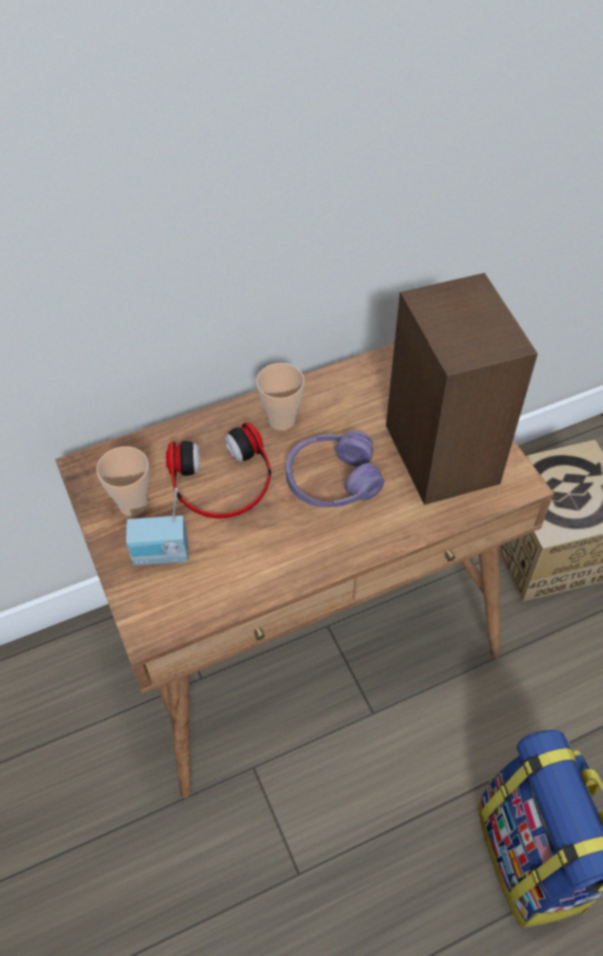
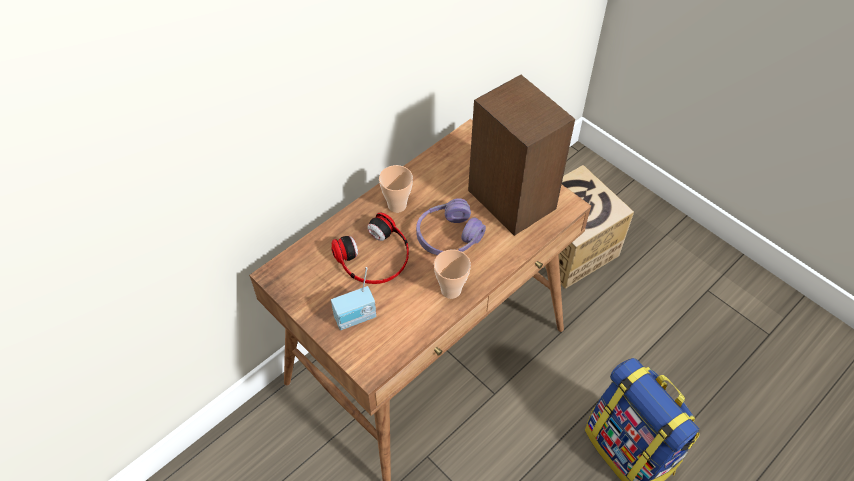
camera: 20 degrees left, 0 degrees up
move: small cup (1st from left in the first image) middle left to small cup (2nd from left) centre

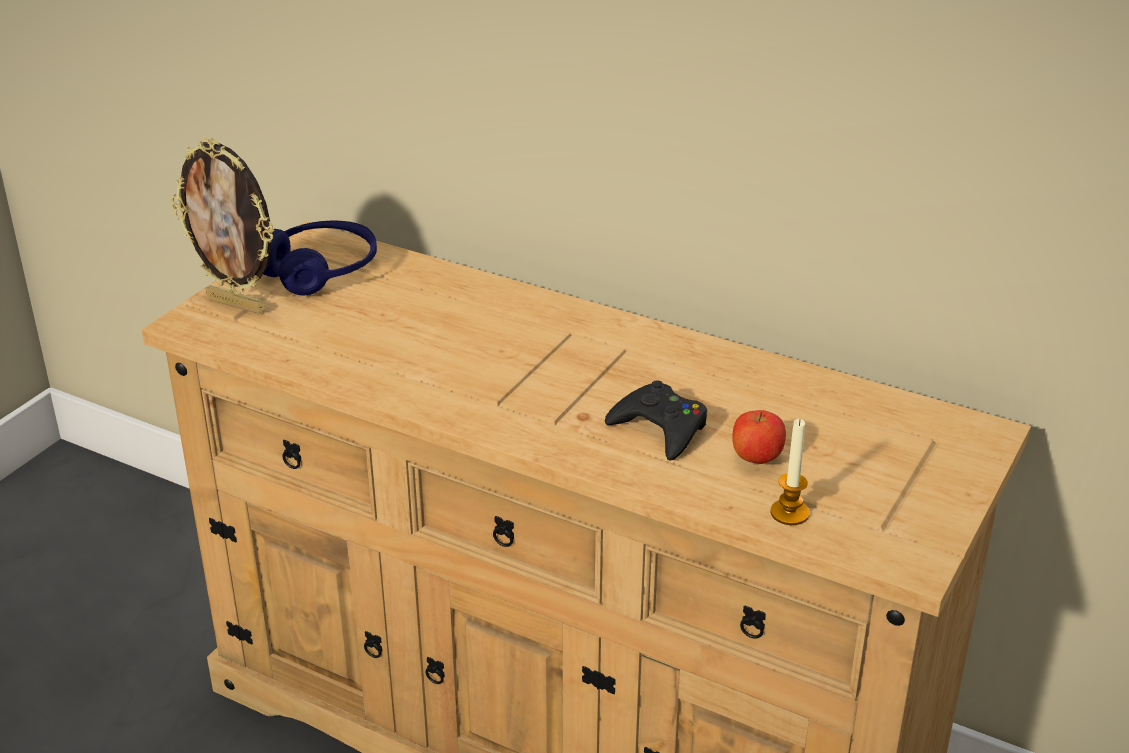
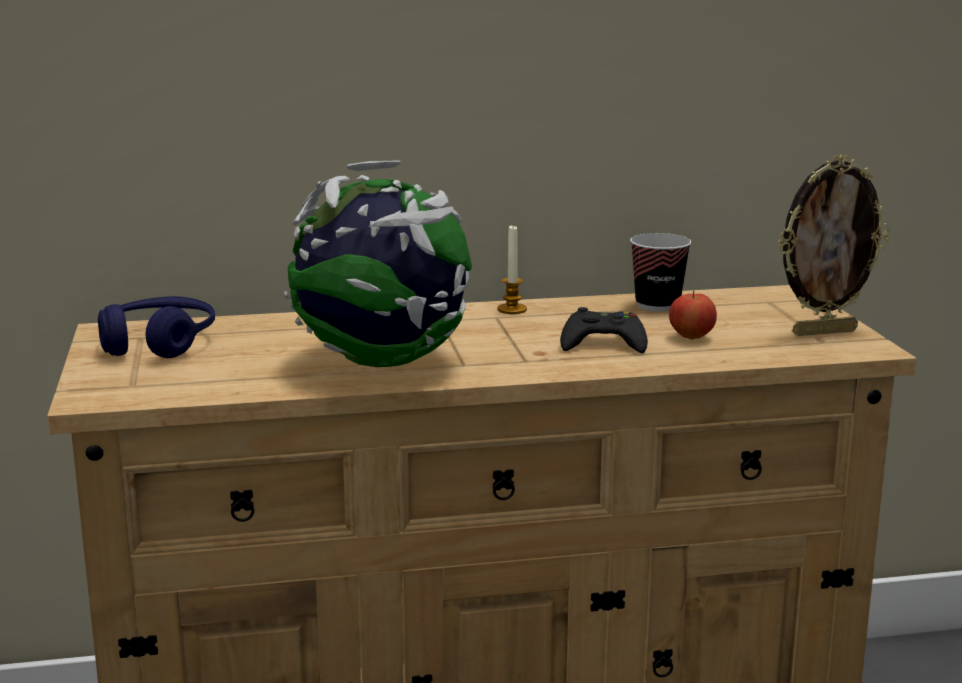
camera: 40 degrees left, 15 degrees down
insert: desk globe centre; small cup middle right
move: standing frame top left to middle right; wax light middle right to centre

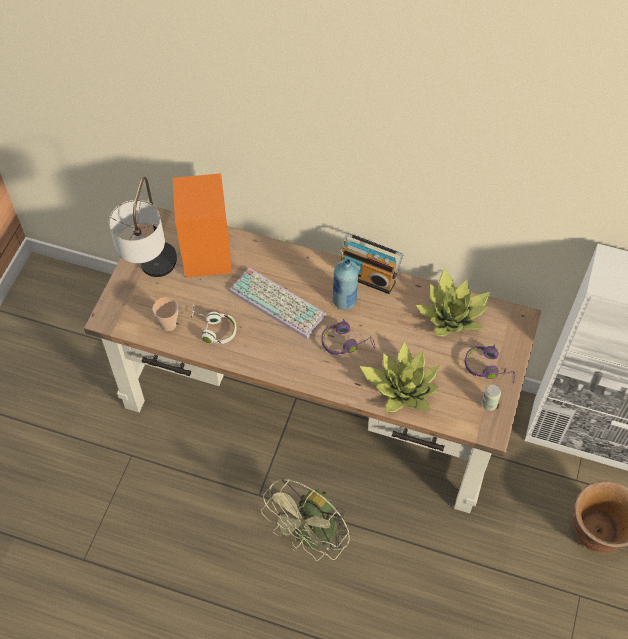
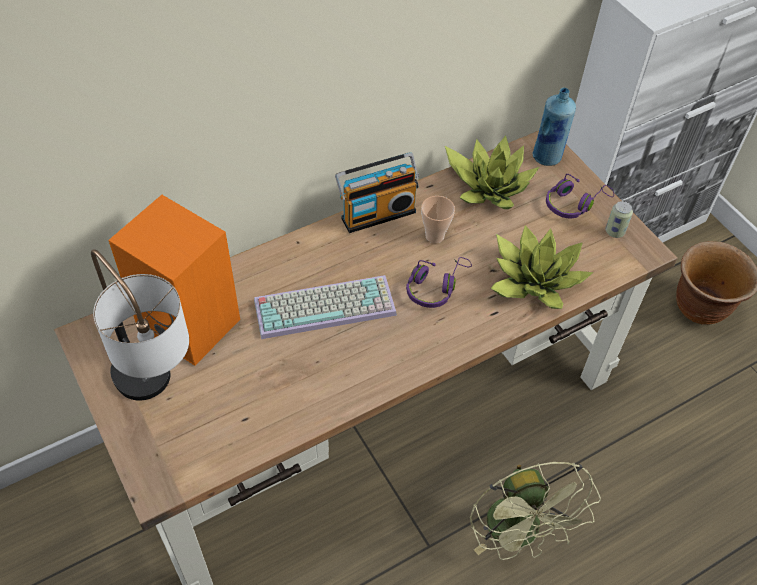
camera: 50 degrees left, 5 degrees down
delete: whitish headset centre
move: small cup middle left to centre; blue drink bottle centre to top right

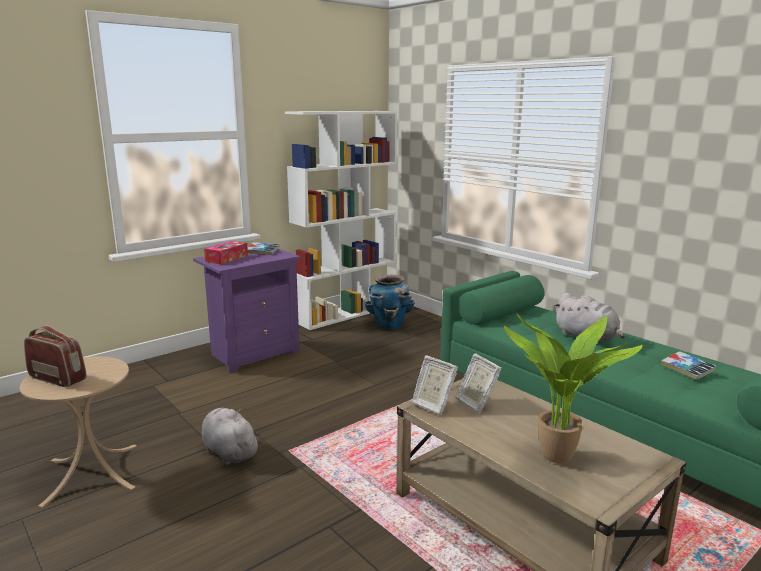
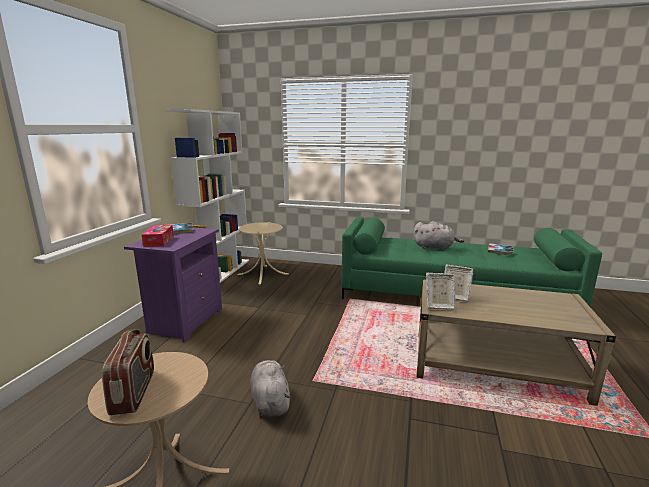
camera: 35 degrees left, 0 degrees up
delete: houseplant bottom right
replace: planter centre to beige-coloured end table (2nd from left) centre
rotate: radio receiver middle left = bottom left 90 degrees clockwise; greyish plush toy (1st from left) bottom left = bottom centre 60 degrees clockwise

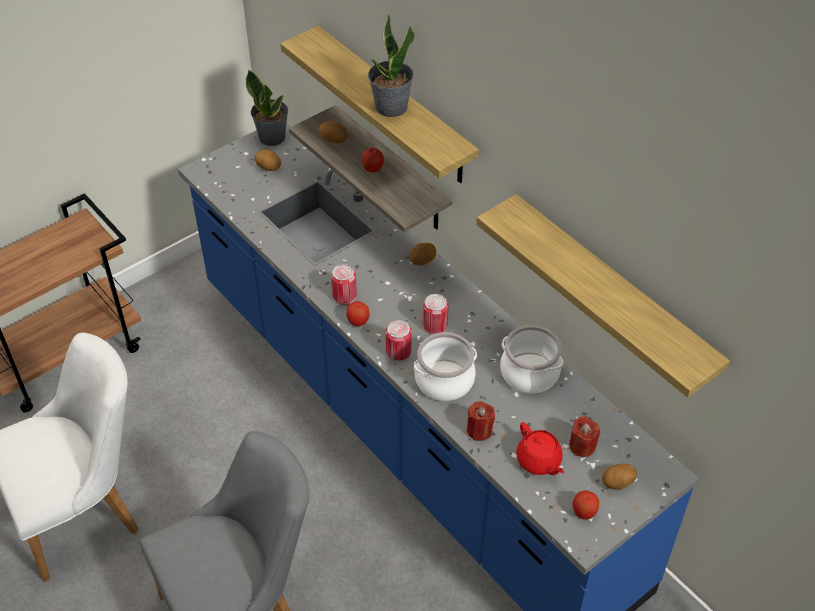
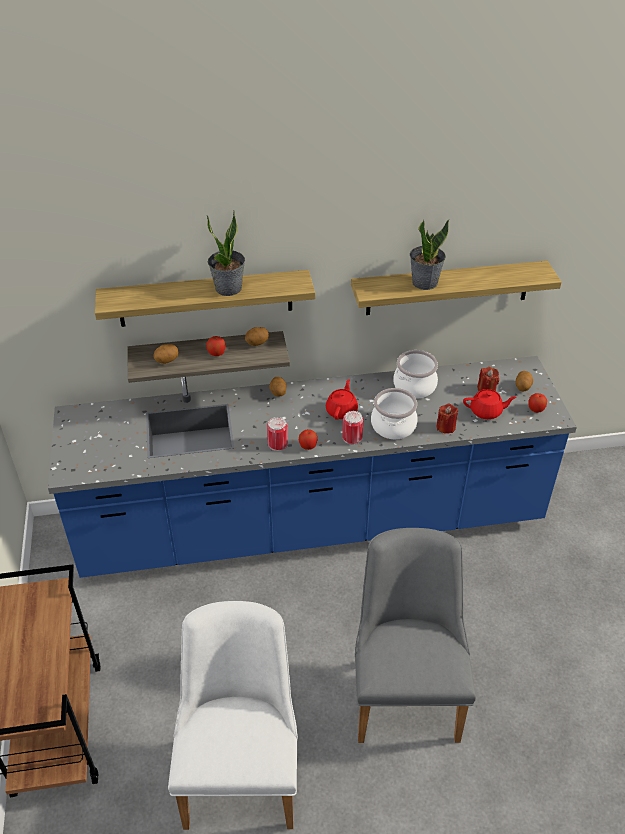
camera: 60 degrees left, 5 degrees down
move: houseplant (1st from left in the first image) top left to houseplant (2nd from left) top right; potato (1st from left in the first image) top left to potato (2nd from left) centre
replace: can (3rd from left) centre to reddish tea pot (1st from left) centre

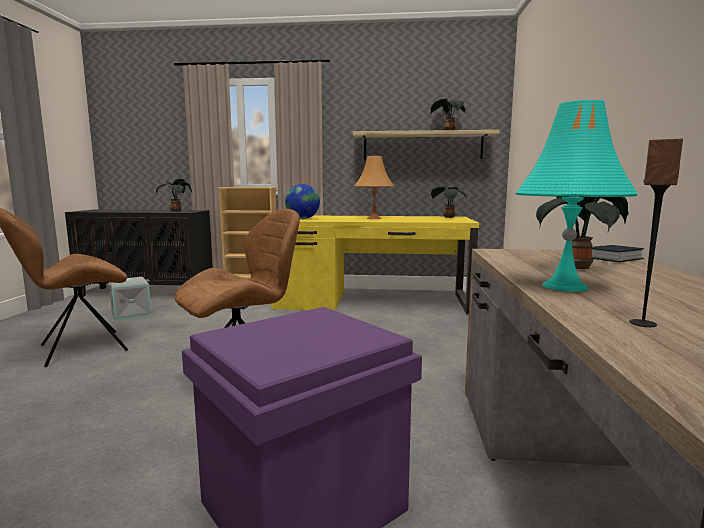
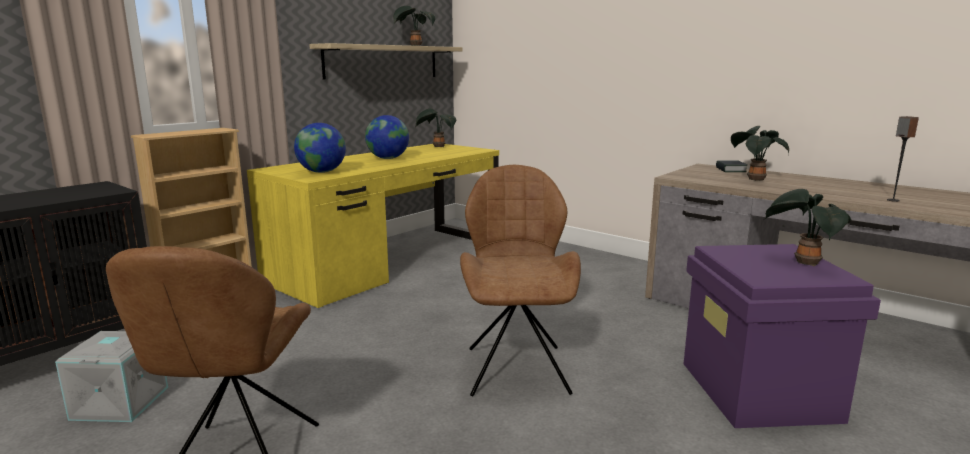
camera: 55 degrees left, 5 degrees up
delete: blue-green tabletop lamp middle right
move: houseplant (1st from left in the first image) middle left to houseplant (4th from left) middle right
replace: orange tabletop lamp centre to desk globe (2nd from left) top centre

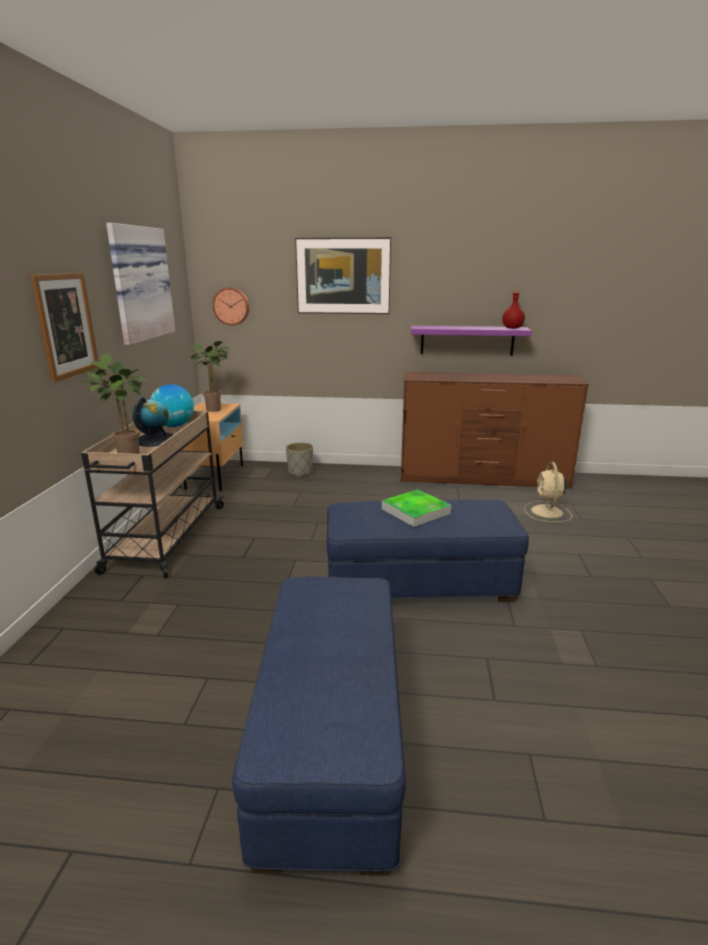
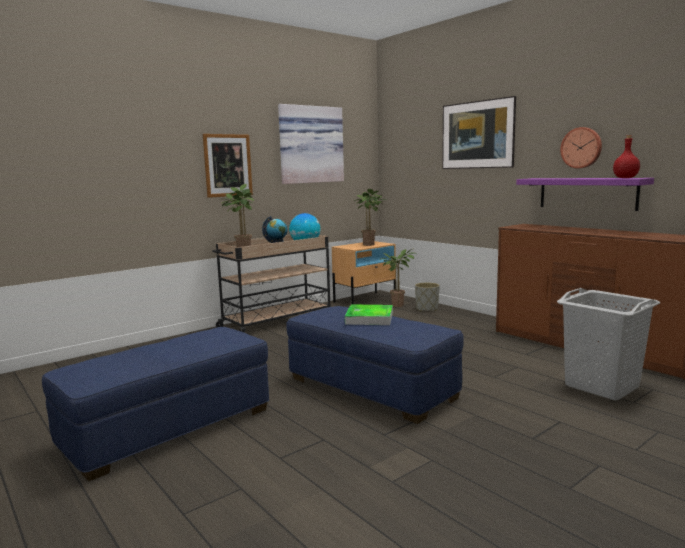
camera: 45 degrees right, 10 degrees down
insert: houseplant (3rd from left) centre
move: clock on the wall top left to top right
replace: beige-coloured electric fan middle right to greyish laundry basket middle right

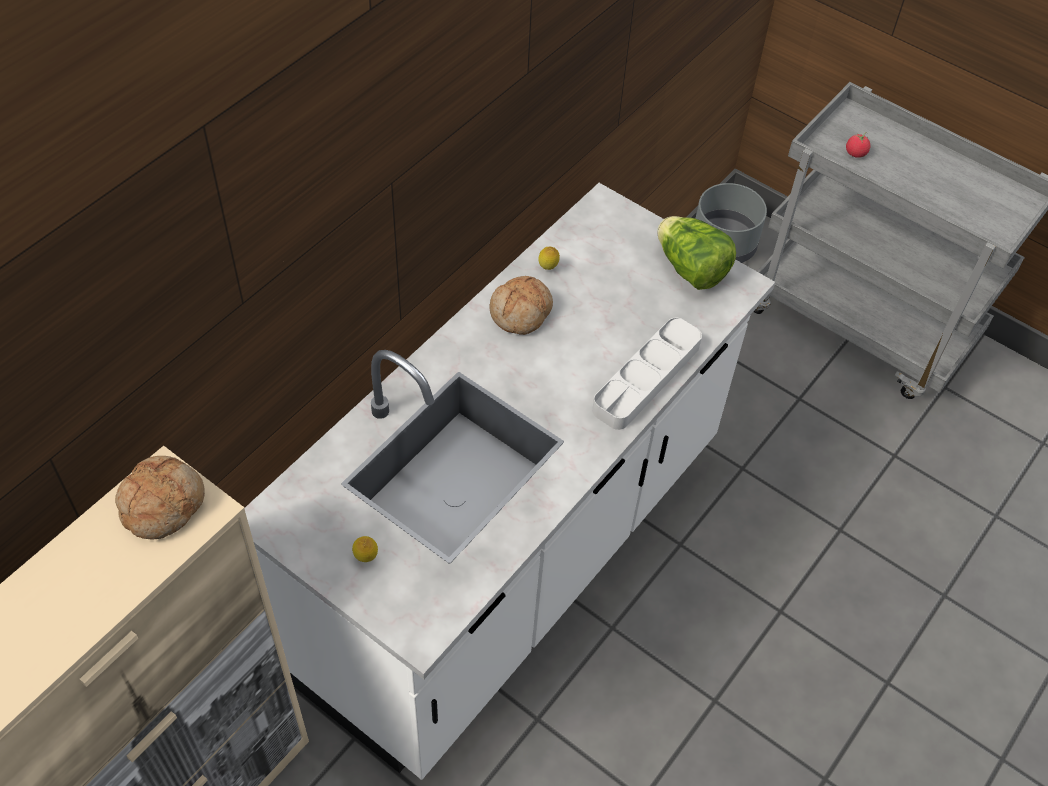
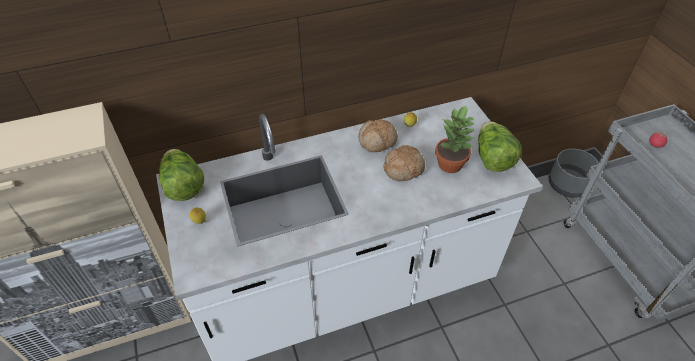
camera: 35 degrees right, 5 degrees down
delete: greyish carrying tray centre
insert: lettuce head (1st from left) middle left; houseplant centre
move: baked bread (1st from left in the first image) middle left to baked bread (2nd from left) centre

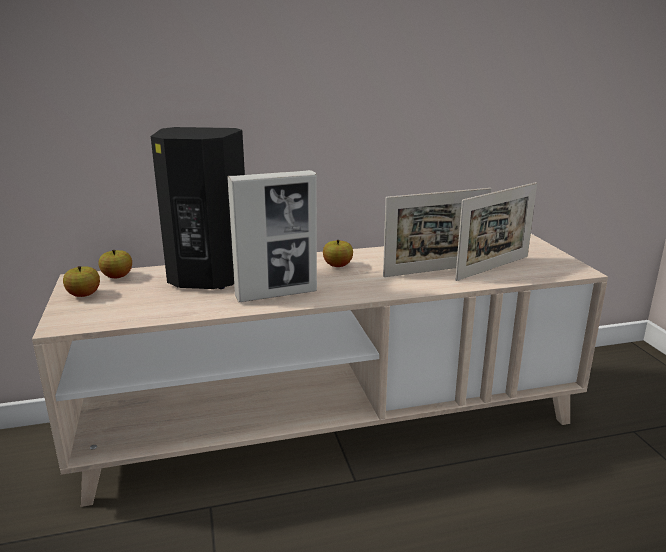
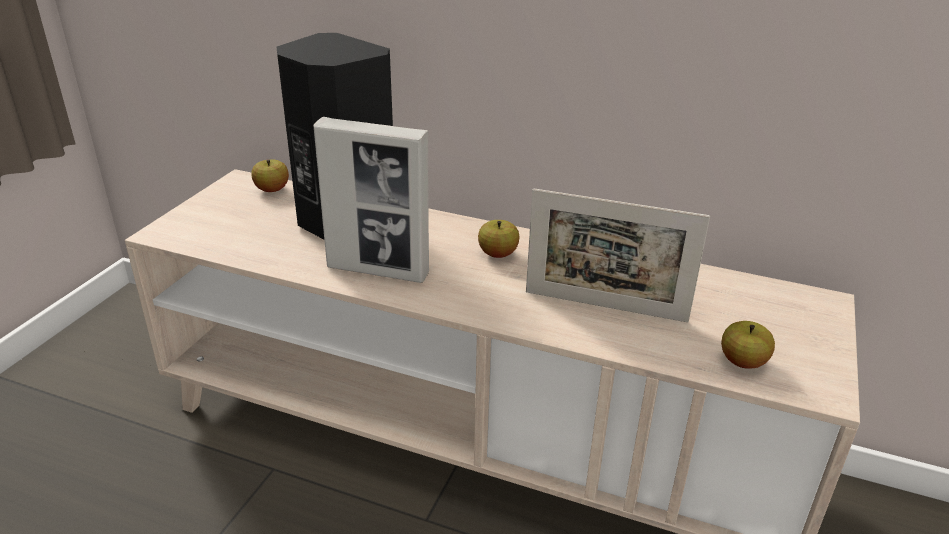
camera: 35 degrees right, 10 degrees up
delete: standing frame (3rd from left) middle right
move: apple (1st from left in the first image) middle left to apple (3rd from left) middle right

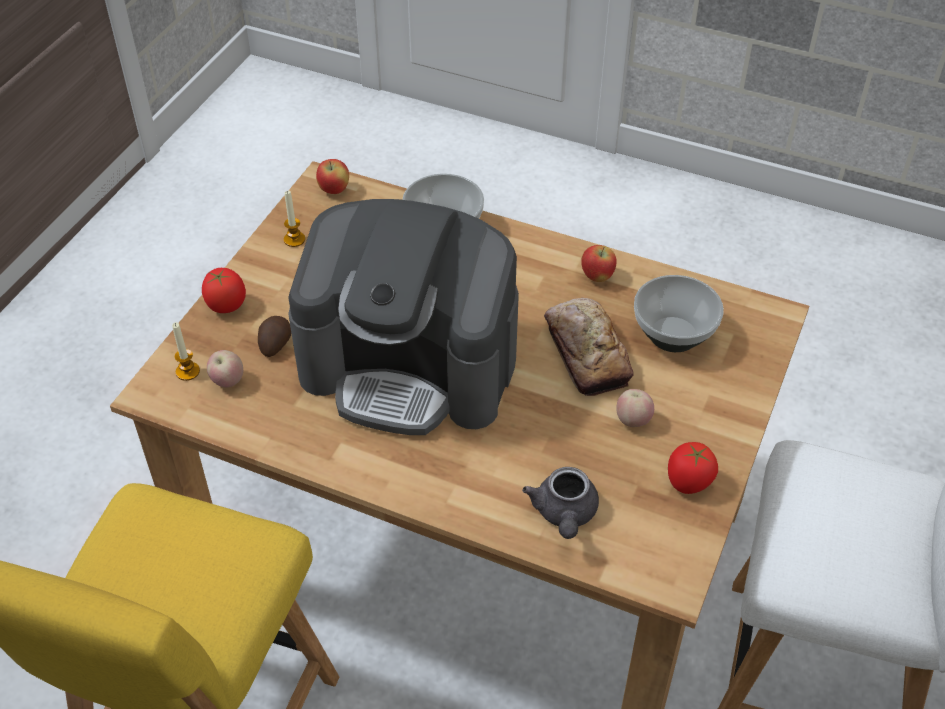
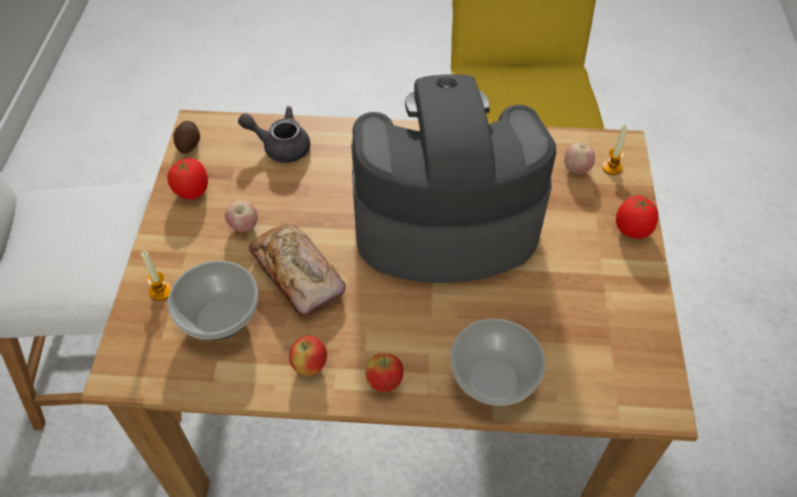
camera: 160 degrees right, 5 degrees up
move: potato middle left to top left; wax light (2nd from left in the first image) top left to wax light (1st from left) middle left; apple (2nd from left in the first image) top centre to apple (3rd from left) bottom centre
rotate: greyish tea pot bottom centre = top centre 60 degrees counterclockwise

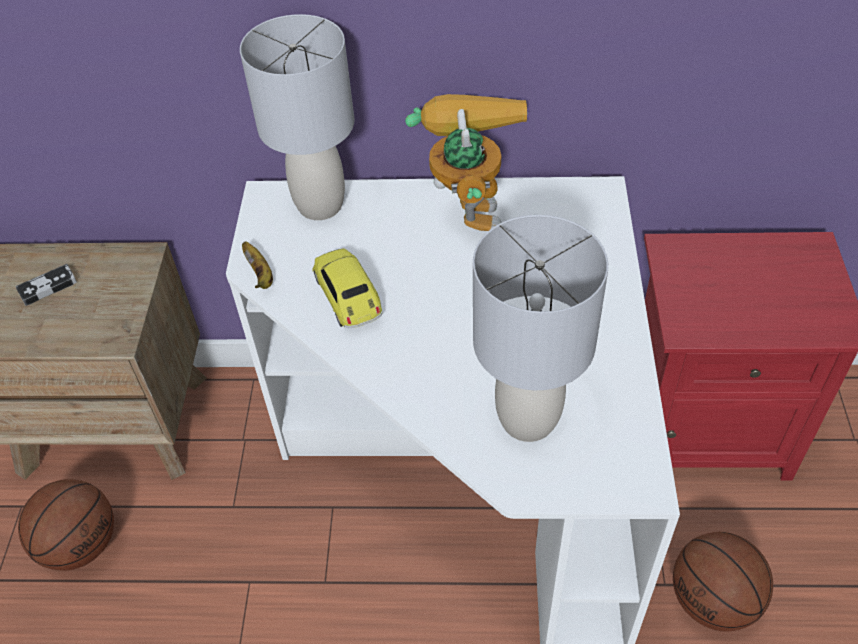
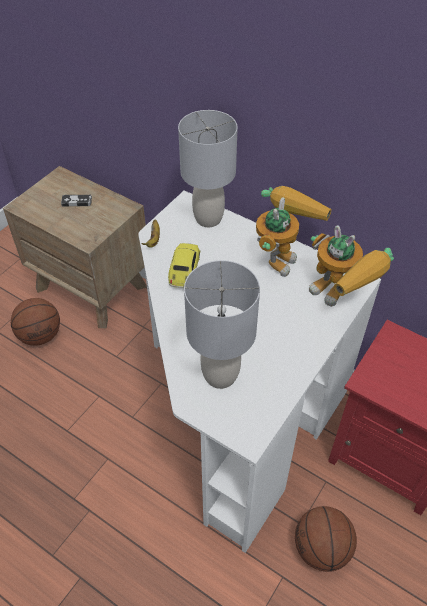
camera: 30 degrees right, 0 degrees up
insert: model robot (2nd from left) middle right

